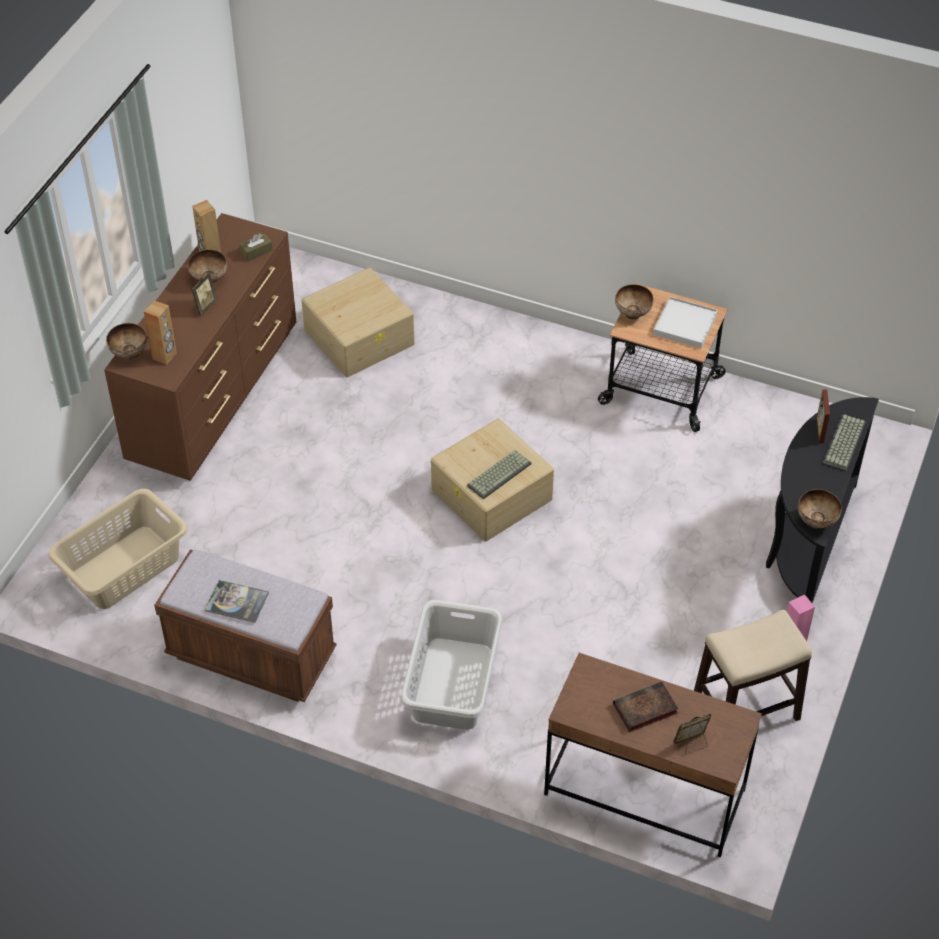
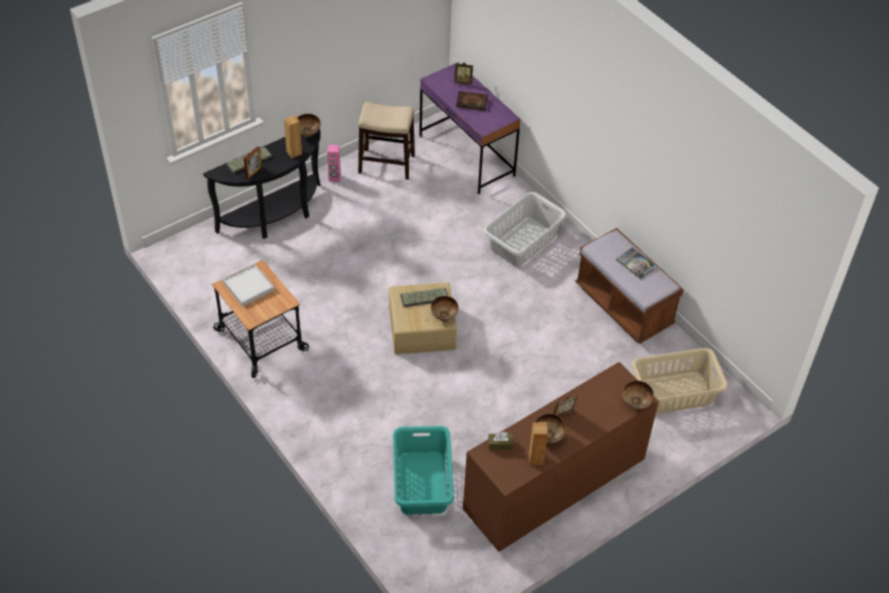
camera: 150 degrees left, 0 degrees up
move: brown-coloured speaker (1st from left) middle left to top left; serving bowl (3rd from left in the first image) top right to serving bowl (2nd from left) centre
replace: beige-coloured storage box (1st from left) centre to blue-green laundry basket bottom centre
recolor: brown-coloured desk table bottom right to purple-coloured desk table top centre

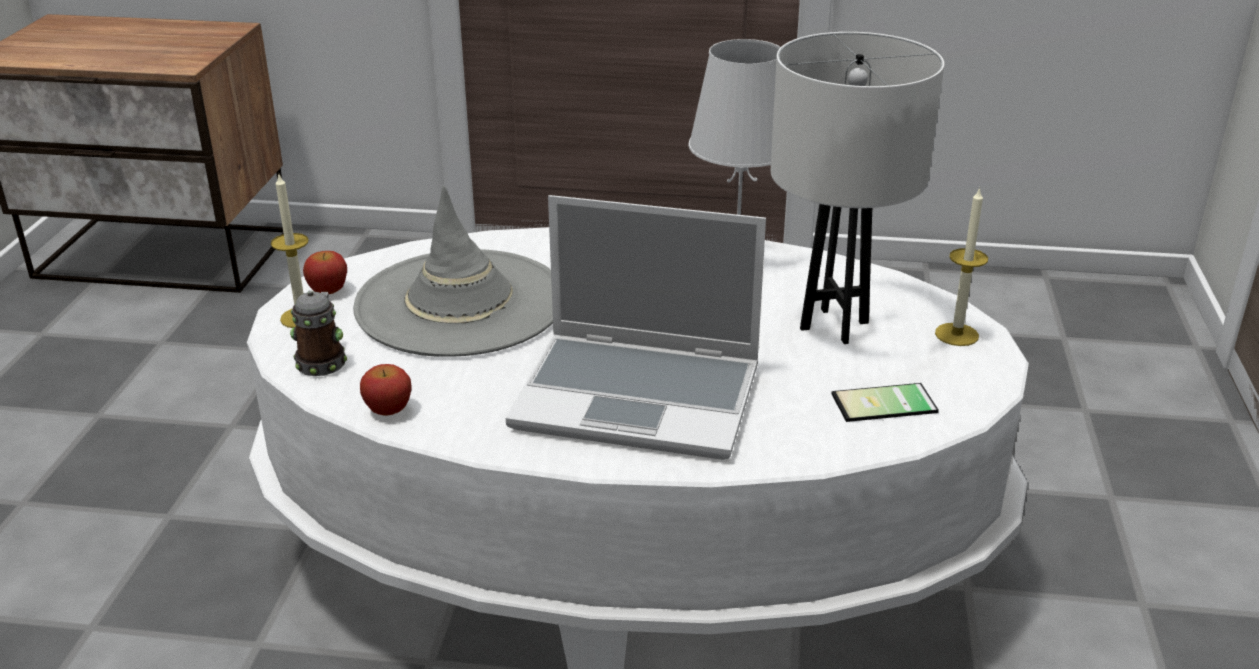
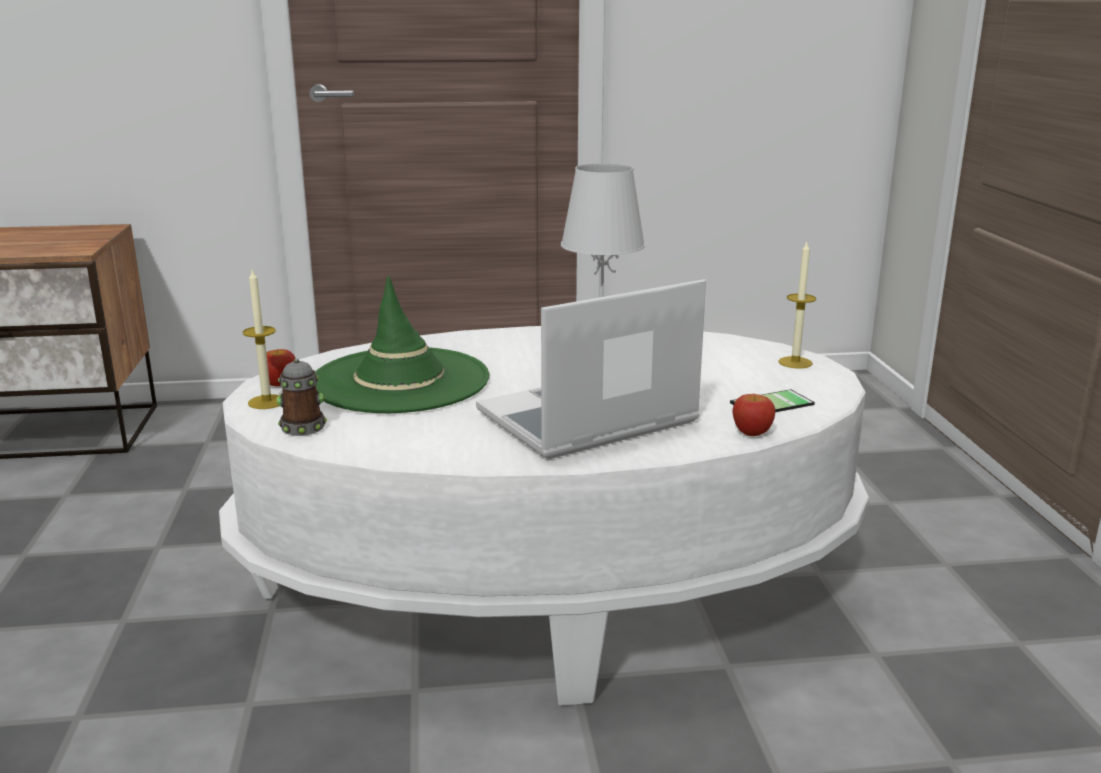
camera: 15 degrees left, 10 degrees down
delete: whitish tabletop lamp (2nd from left) top right
move: apple (2nd from left) middle left to middle right
recolor: greyish wearable hat centre to green-coloured wearable hat centre
rotate: portable computer centre = centre 150 degrees clockwise

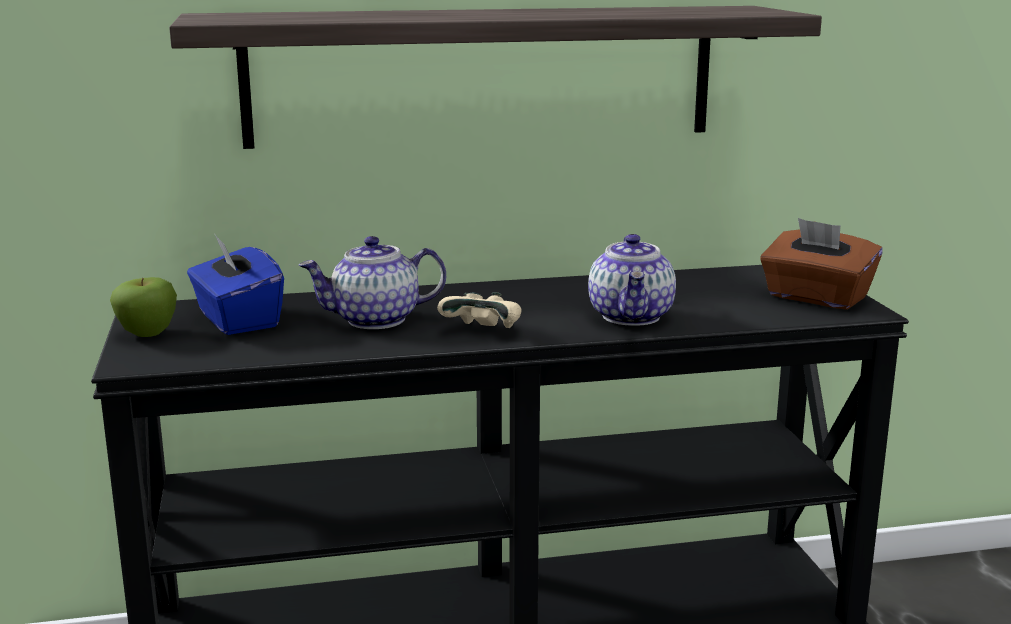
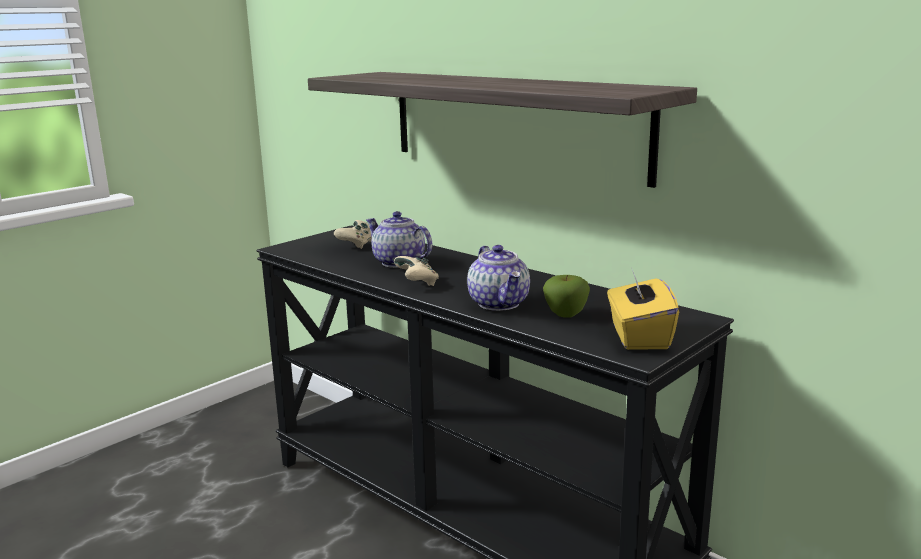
camera: 55 degrees right, 0 degrees up
move: apple middle left to centre
replace: blue box of tissues middle left to beige-coloured gamepad (1st from left) centre
recolor: brown-coloured box of tissues middle right to yellow-coloured box of tissues middle right
rotate: tea pot (2nd from left) centre = centre 75 degrees counterclockwise

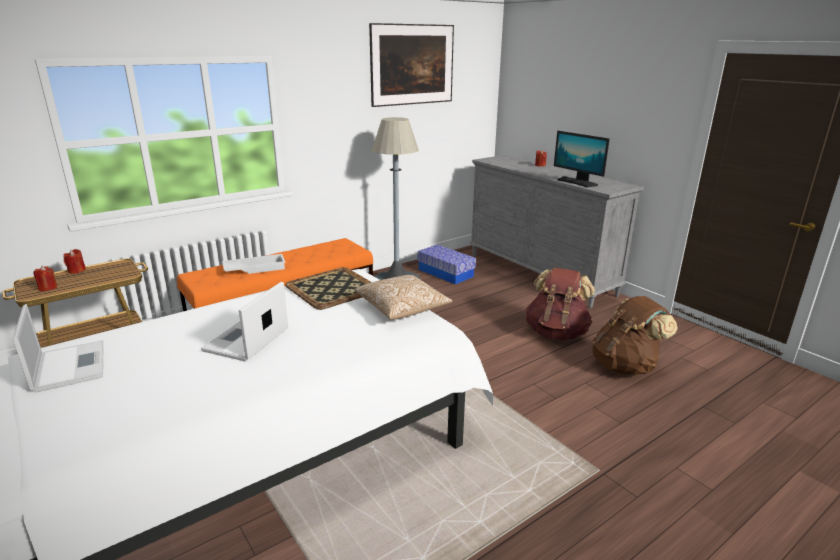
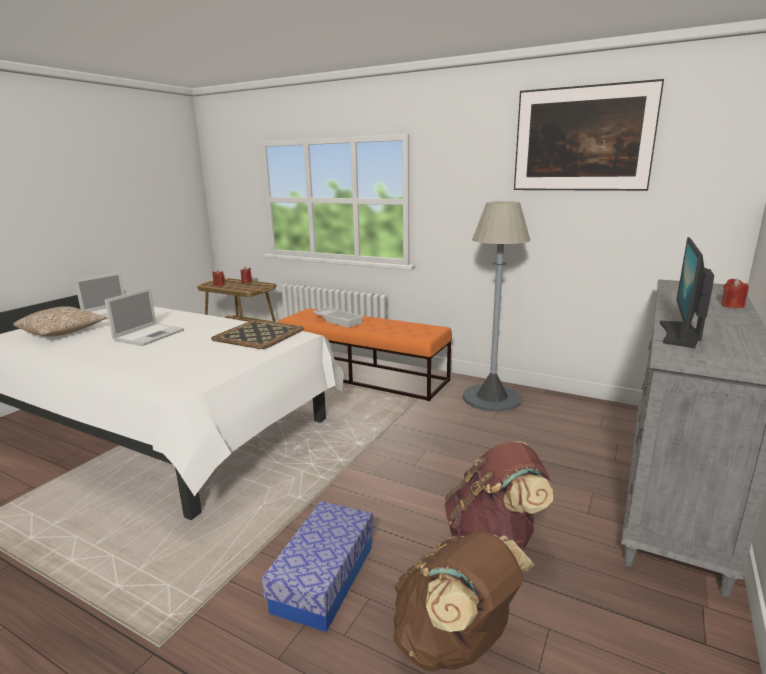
camera: 65 degrees right, 5 degrees down
move: throw pillow centre to middle left; storage box centre to bottom centre
rotate: portable computer (2nd from left) middle left = middle left 120 degrees clockwise

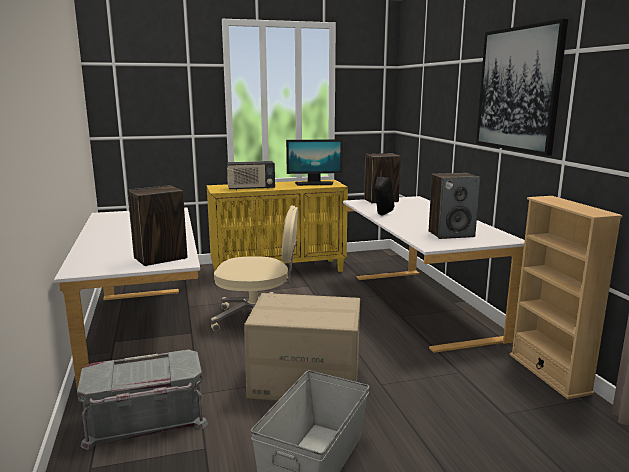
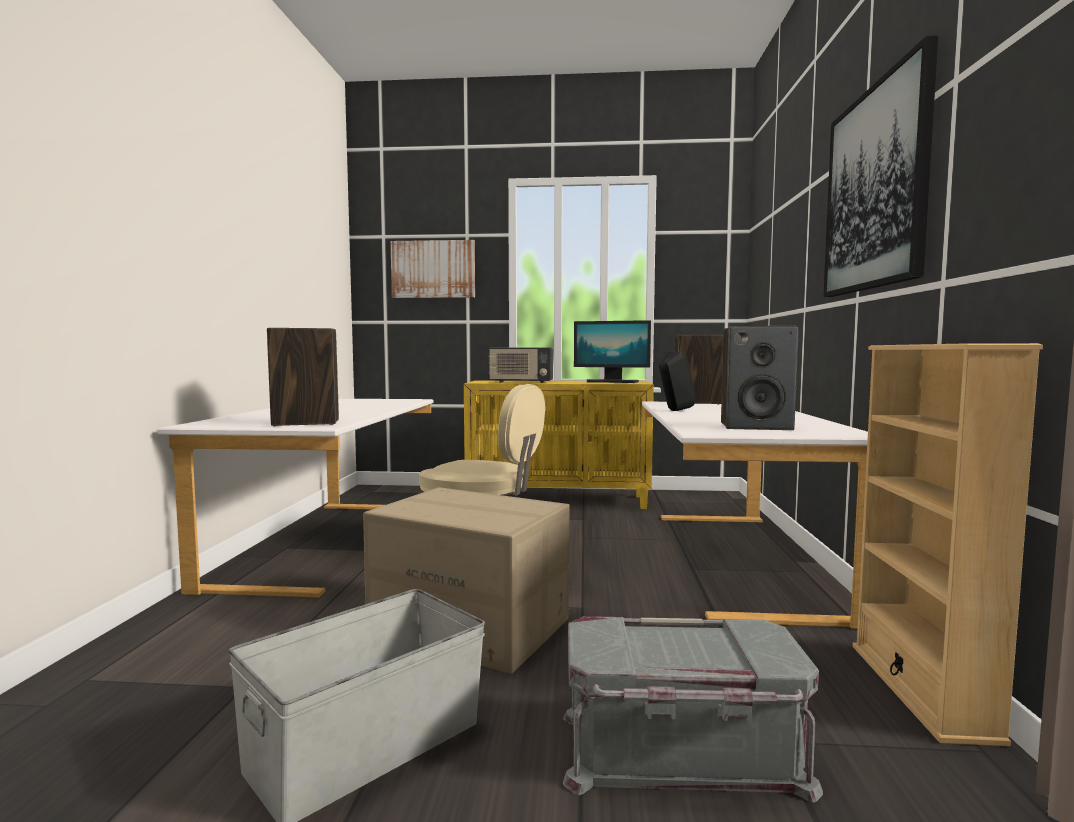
camera: 20 degrees right, 10 degrees down
insert: wall art (1st from left) top centre
move: greyish storage box (1st from left in the first image) bottom left to greyish storage box (2nd from left) bottom centre

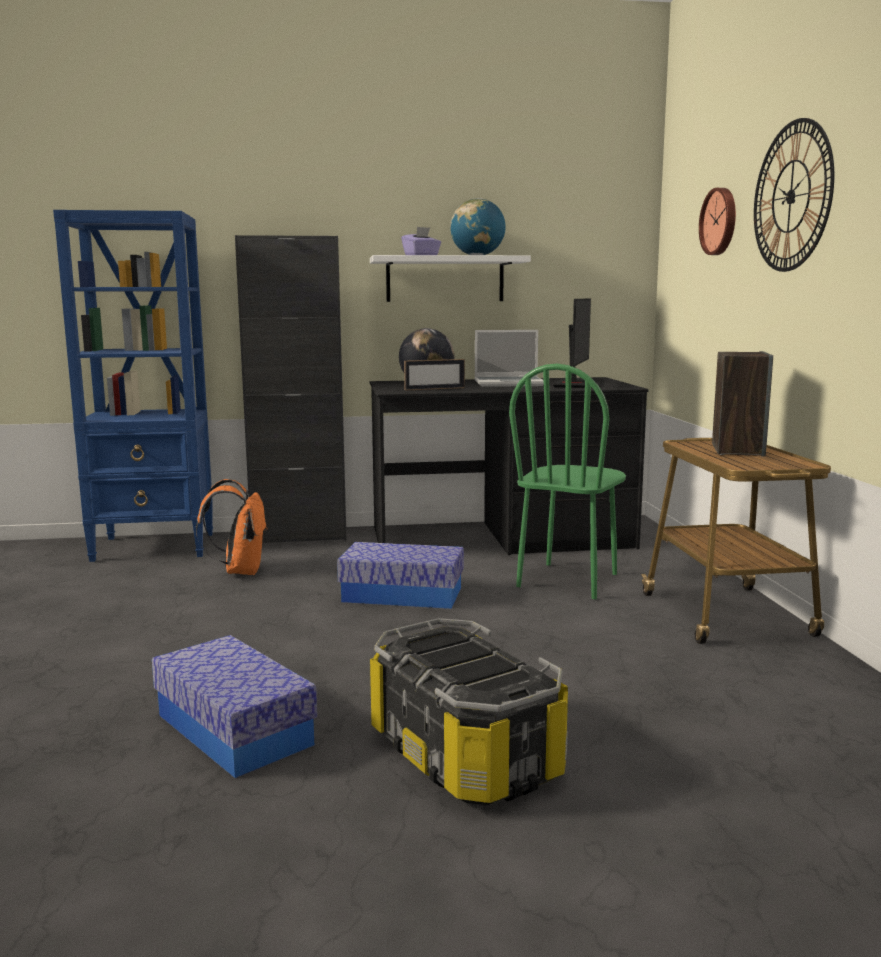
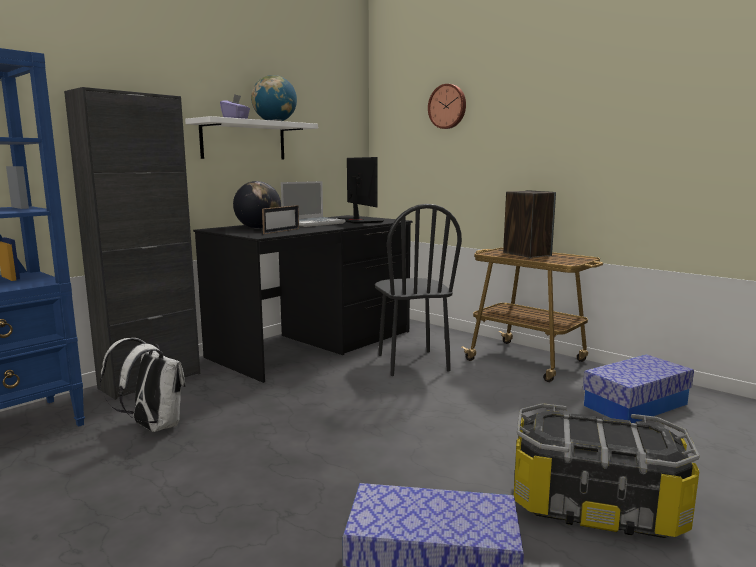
camera: 40 degrees left, 0 degrees up
delete: clock on the wall (2nd from left) top right
move: storage box (2nd from left in the first image) centre to storage box (3rd from left) bottom right
recolor: orange knapsack middle left to whitish knapsack bottom left; green-coloured upright chair centre to black upright chair centre

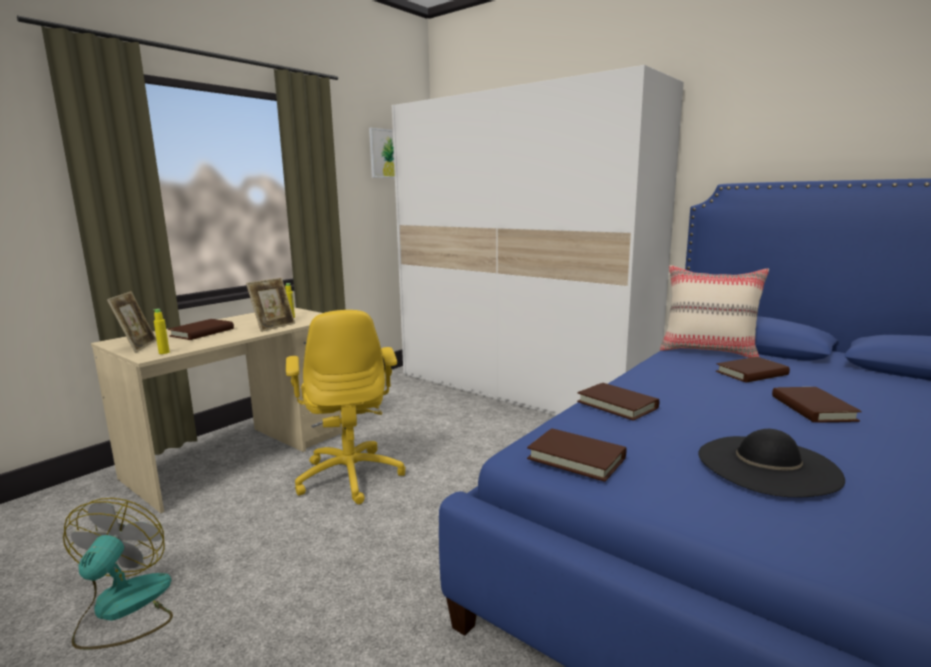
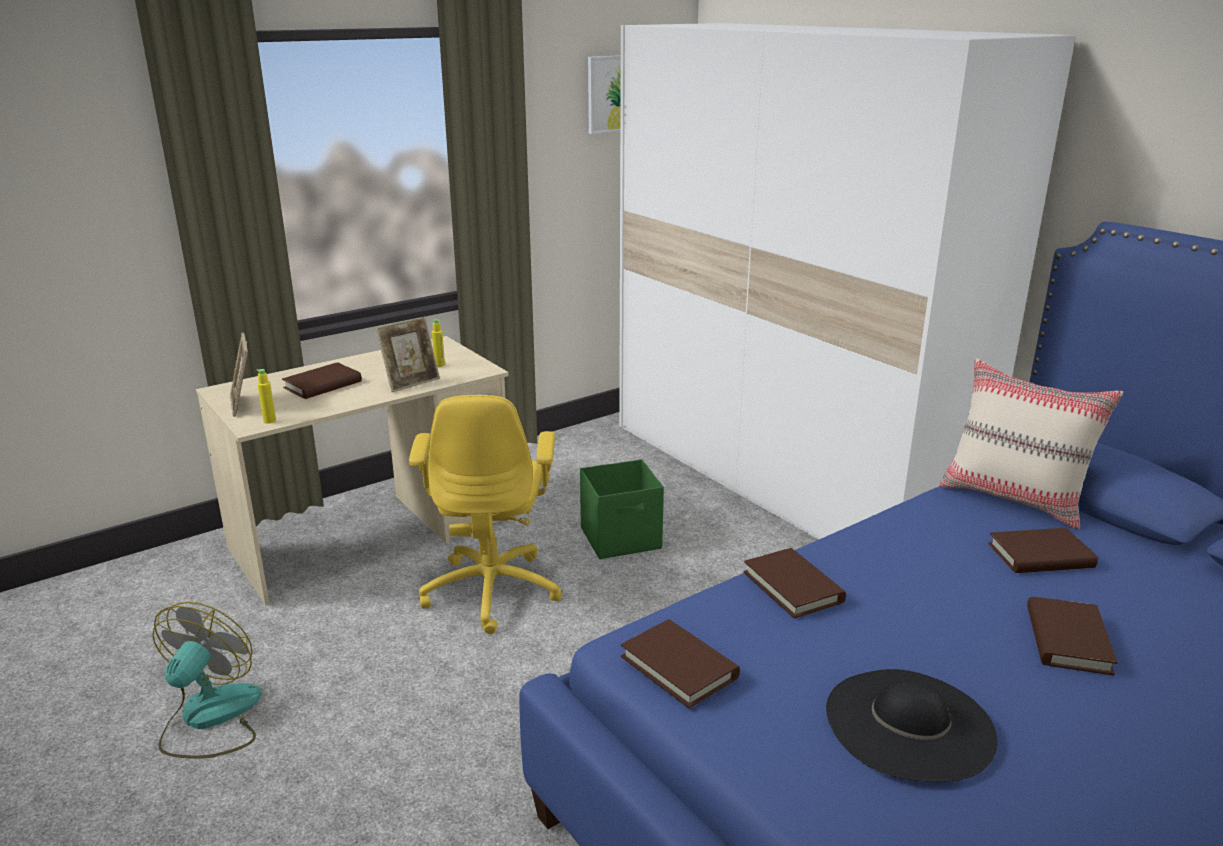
camera: 15 degrees right, 10 degrees up
insert: green-coloured storage box centre
rotate: standing frame (1st from left) middle left = middle left 150 degrees clockwise

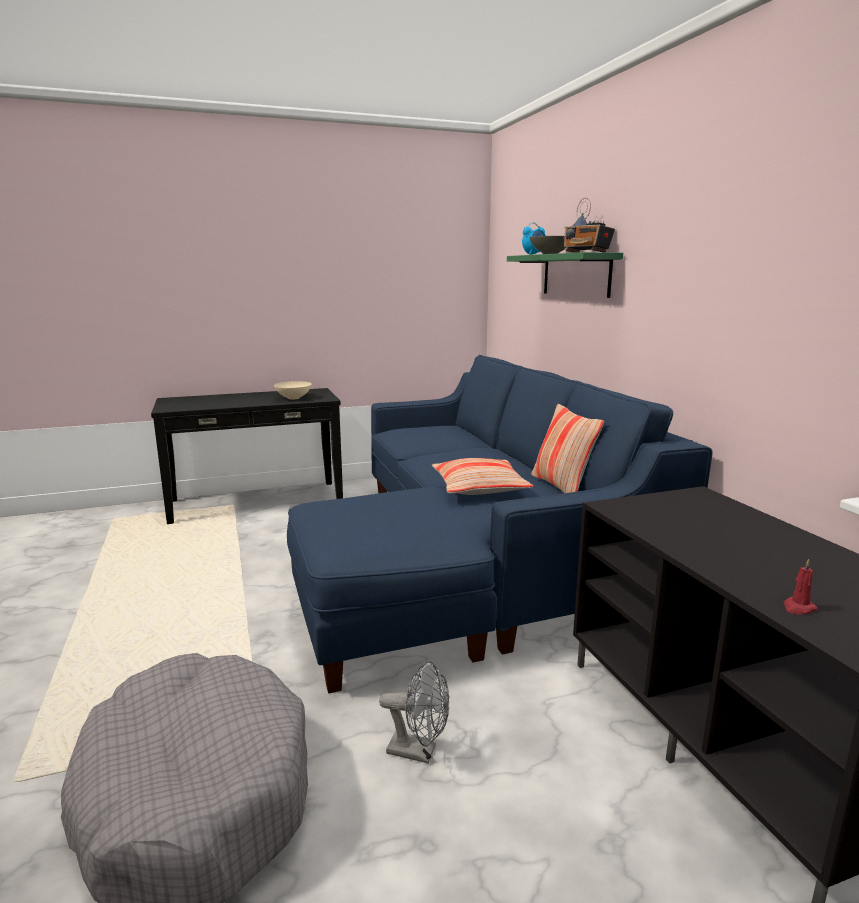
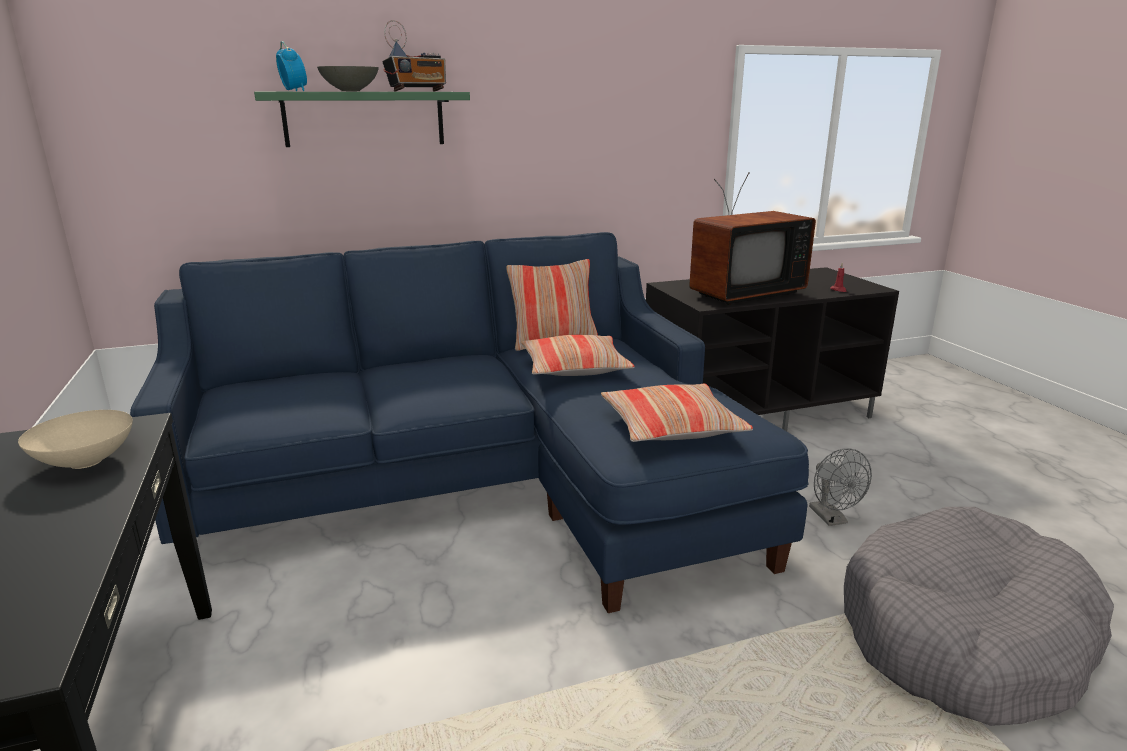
camera: 90 degrees left, 5 degrees up
insert: throw pillow (3rd from left) centre; TV top right
rotate: greyish electric fan bottom centre = middle right 150 degrees clockwise

